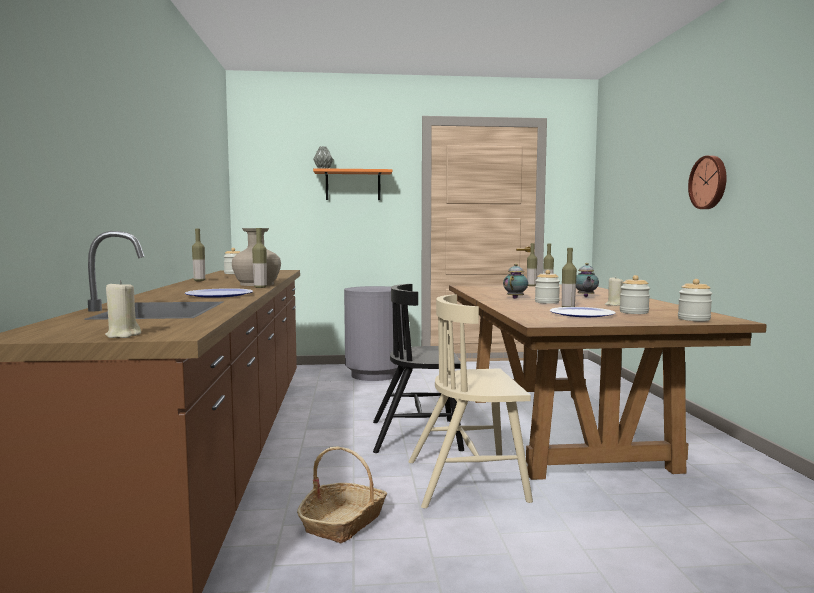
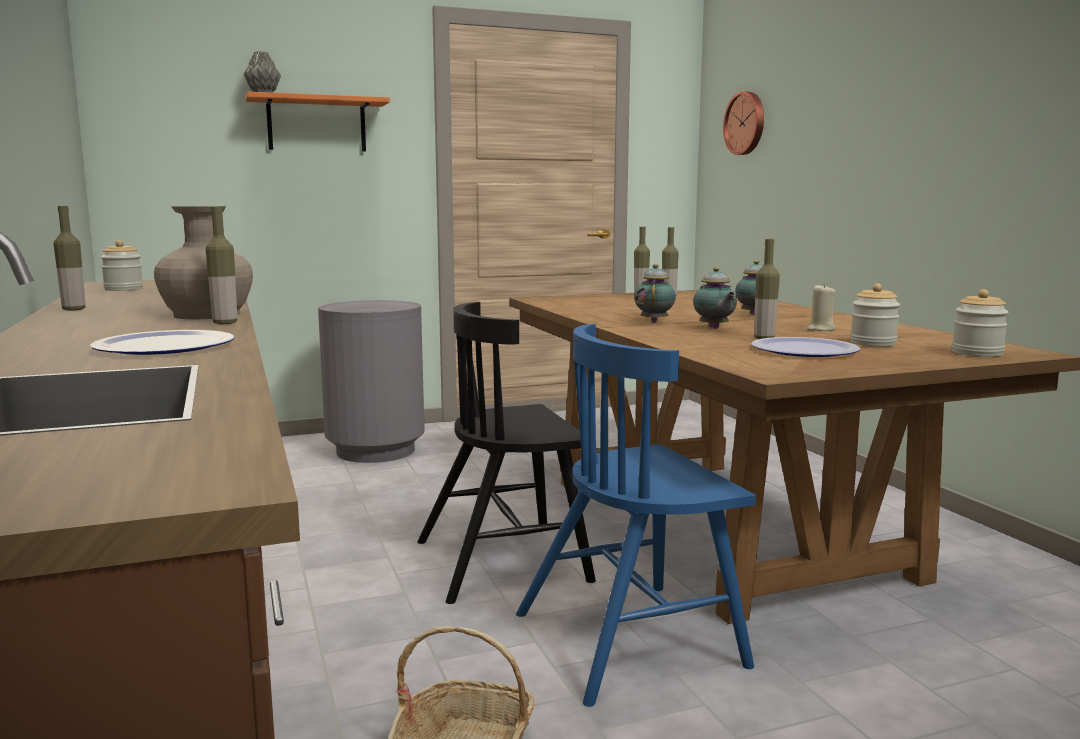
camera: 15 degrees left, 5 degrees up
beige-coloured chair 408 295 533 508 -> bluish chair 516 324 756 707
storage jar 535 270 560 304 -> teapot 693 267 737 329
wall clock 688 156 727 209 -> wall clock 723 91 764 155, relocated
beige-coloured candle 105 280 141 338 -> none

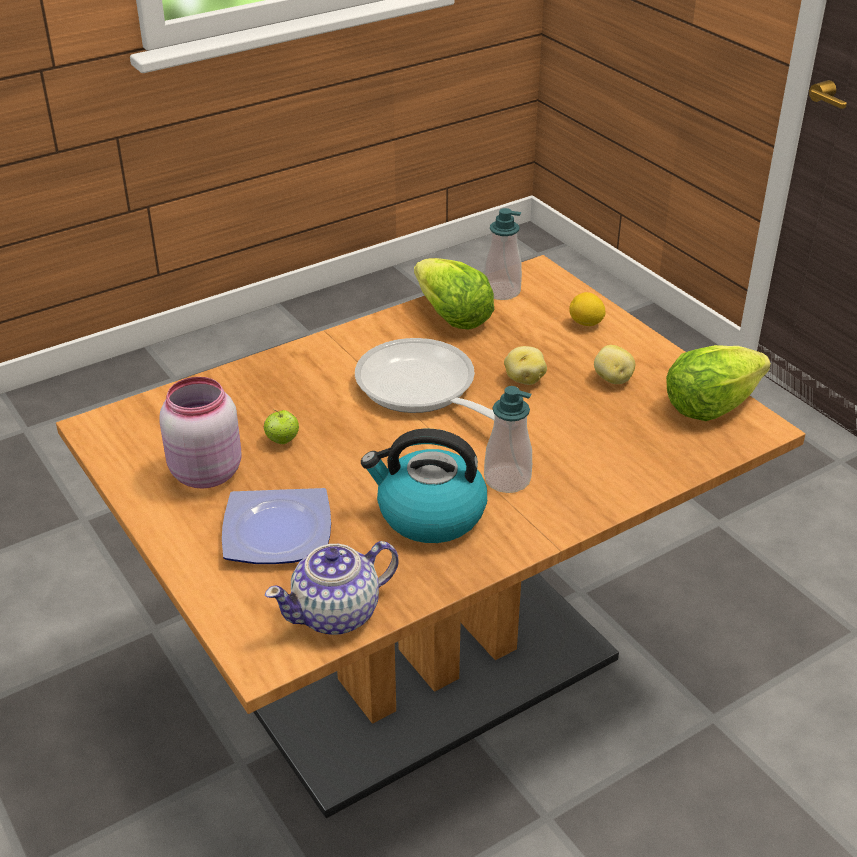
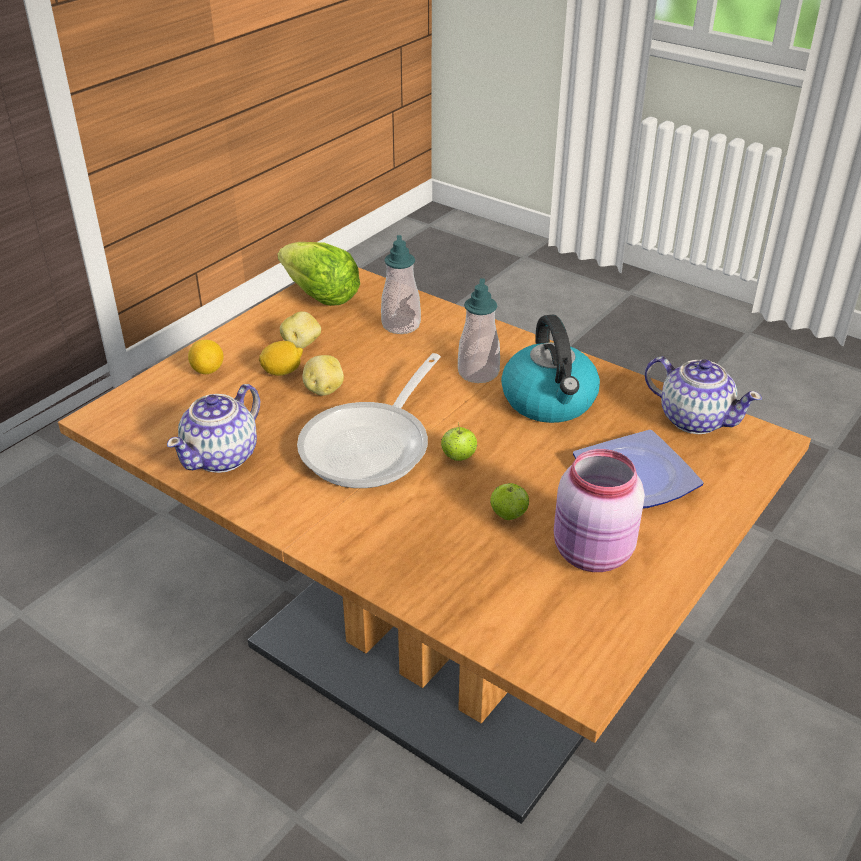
camera: 110 degrees left, 0 degrees up
head of lettuce 414 258 494 330 -> teapot 167 384 260 473
none -> citrus fruit 259 341 303 376
soap dispenser 484 208 522 300 -> soap dispenser 381 235 421 334, relocated
none -> whole apple 441 422 477 461

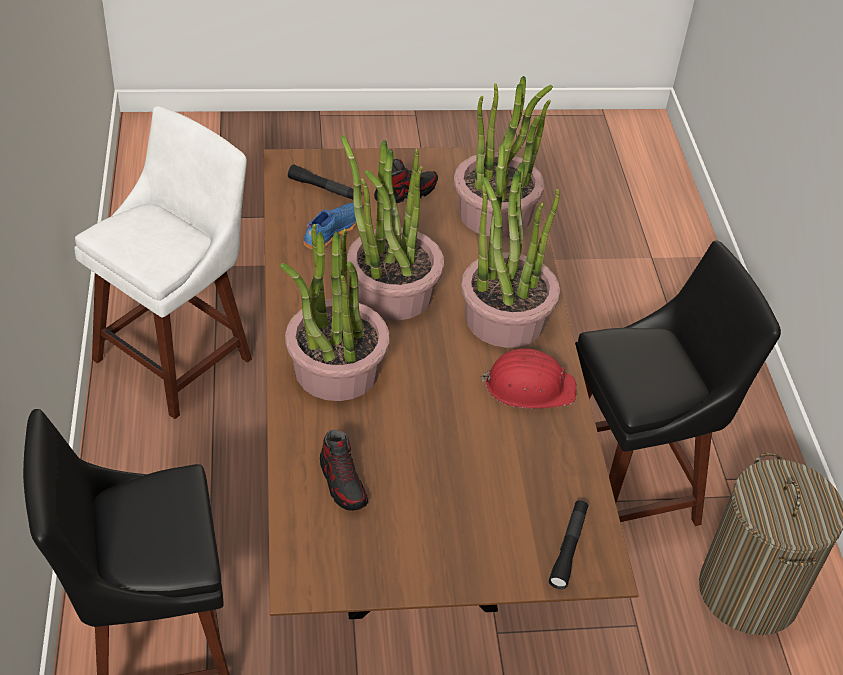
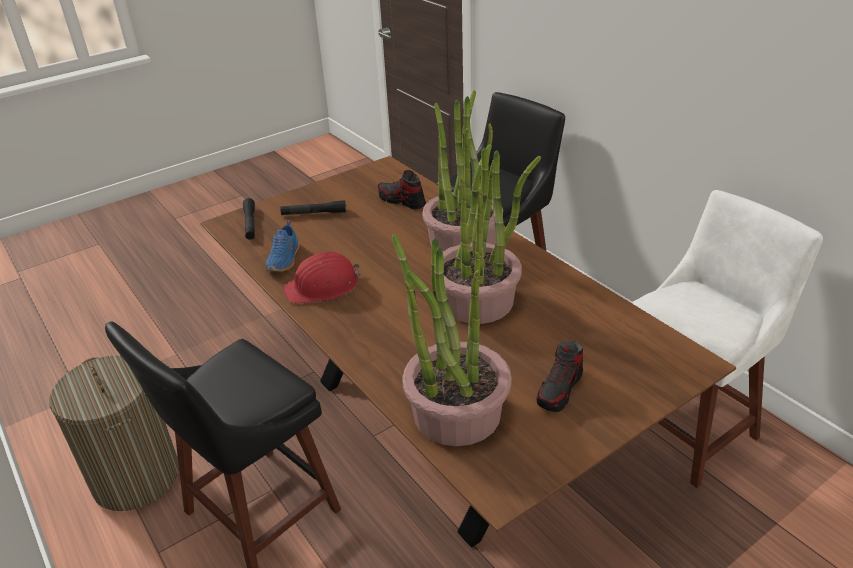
camera: 155 degrees right, 10 degrees down
bluish low shoe 304 202 357 250 -> bluish low shoe 266 220 299 271, relocated
black torch 288 164 362 200 -> black torch 280 200 346 215, relocated
white-coloured chair 74 106 252 419 -> white-coloured chair 631 190 823 488, 135 degrees counterclockwise
potted plant 461 143 560 348 -> none

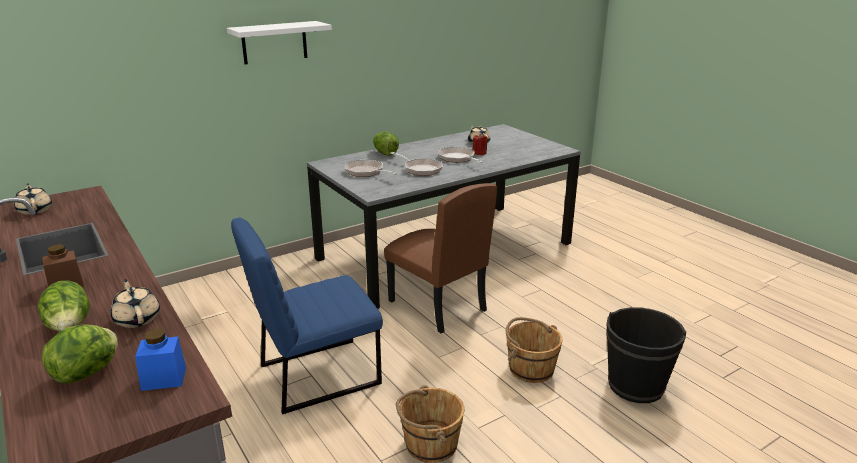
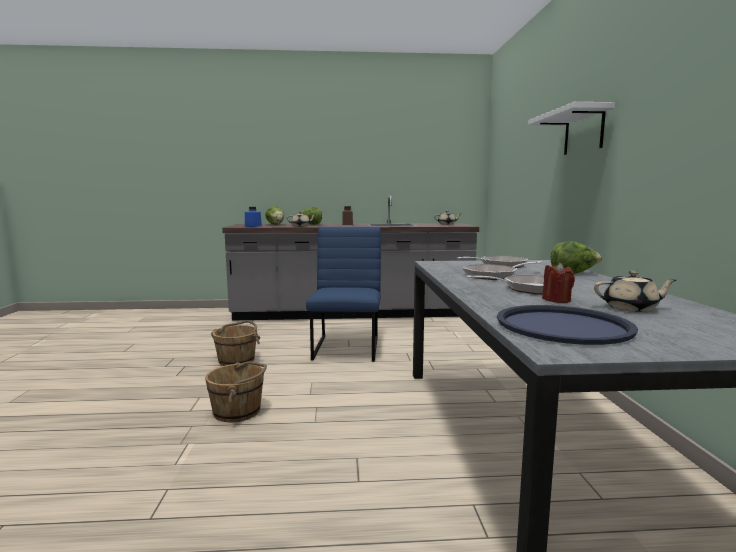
camera: 120 degrees right, 15 degrees down
none -> bluish tray 497 305 638 345
brown-coloured chair 384 183 497 334 -> none
black water bucket 606 307 686 403 -> none

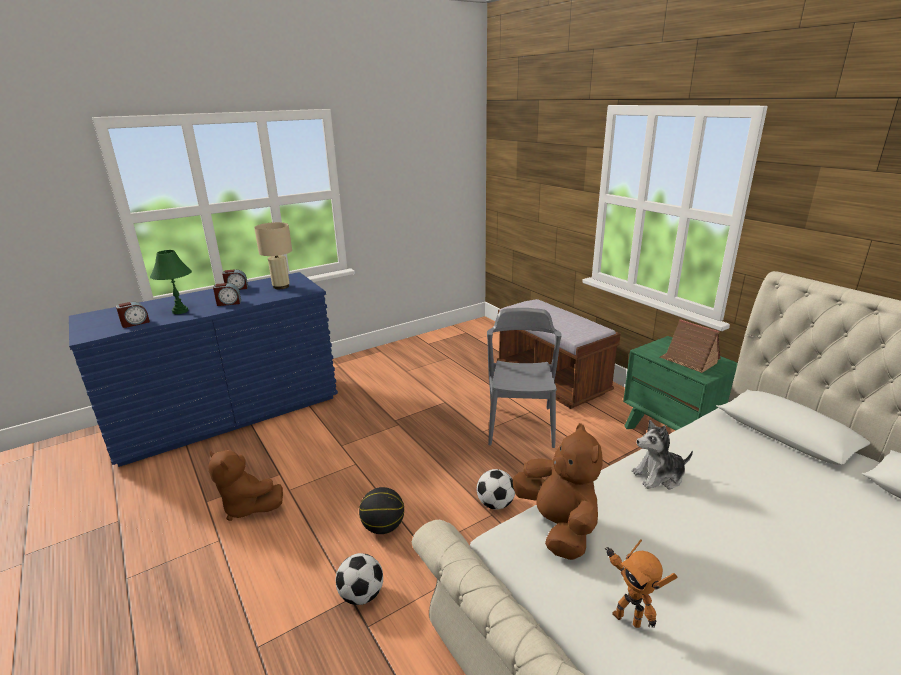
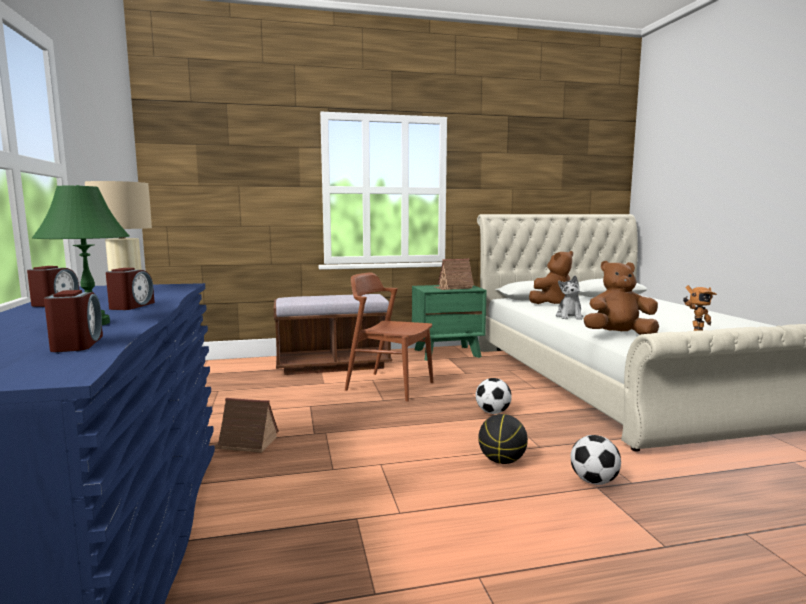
camera: 70 degrees left, 15 degrees down
none -> model house 215 398 279 453
greyish chair 487 308 562 448 -> brown-coloured chair 345 272 433 402
brown-coloured cuddly toy 208 450 283 521 -> brown-coloured cuddly toy 529 251 573 304, relocated

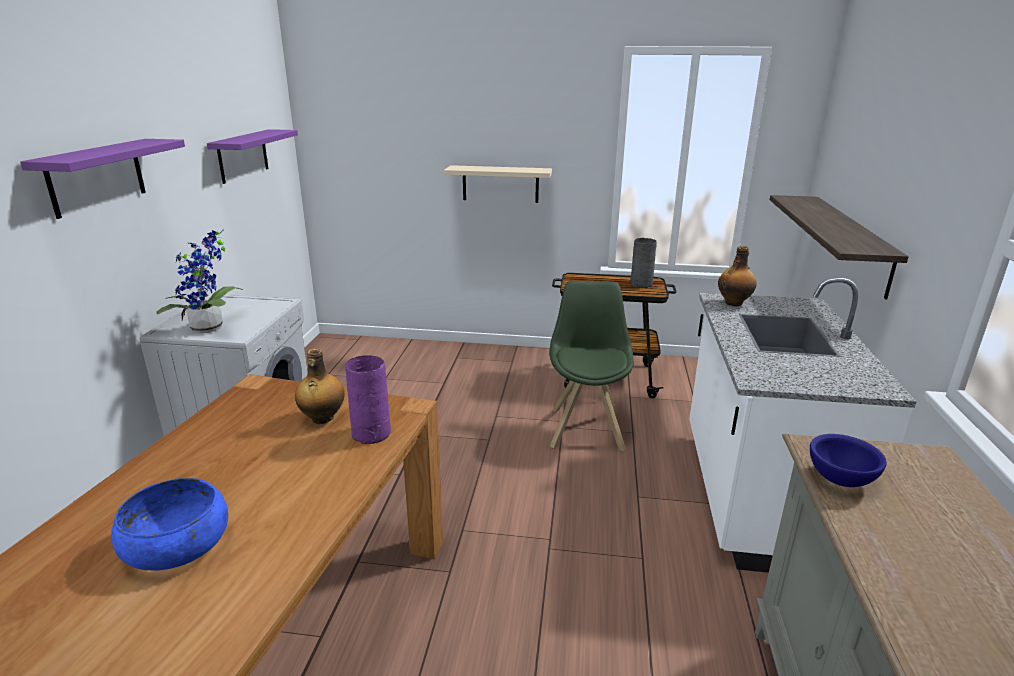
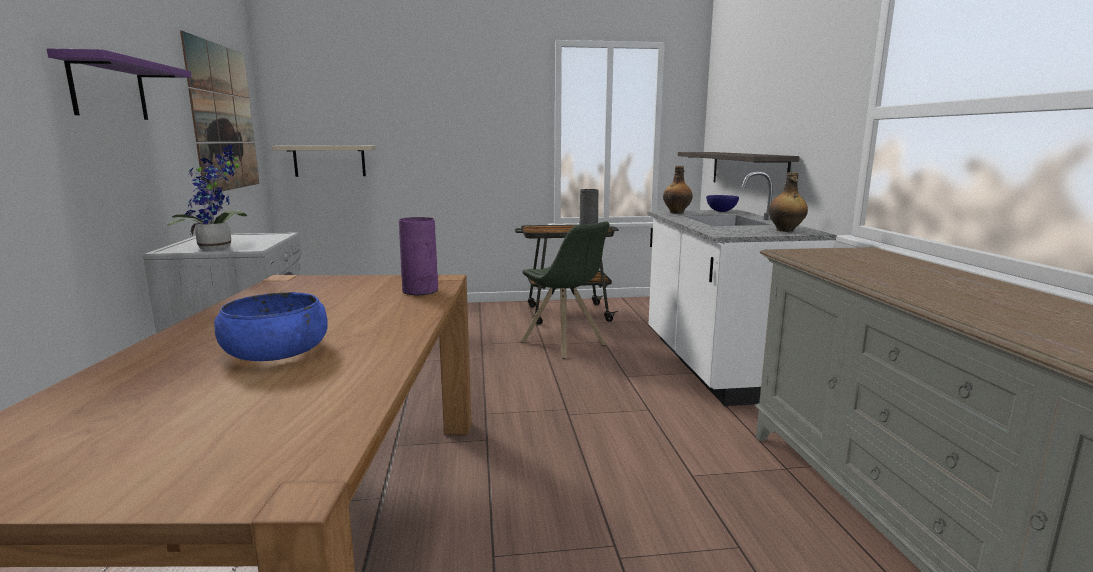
camera: 15 degrees left, 10 degrees down
purple shelf 207 129 298 184 -> wall picture 180 31 260 191
beige-coloured shelf 444 165 552 203 -> beige-coloured shelf 272 146 375 177, relocated
greenish chair 549 281 634 452 -> greenish chair 521 221 610 359, 150 degrees clockwise
bluish deep dish 810 434 887 487 -> bluish deep dish 706 195 739 212, relocated
drink bottle 295 349 345 424 -> drink bottle 769 172 808 232, relocated

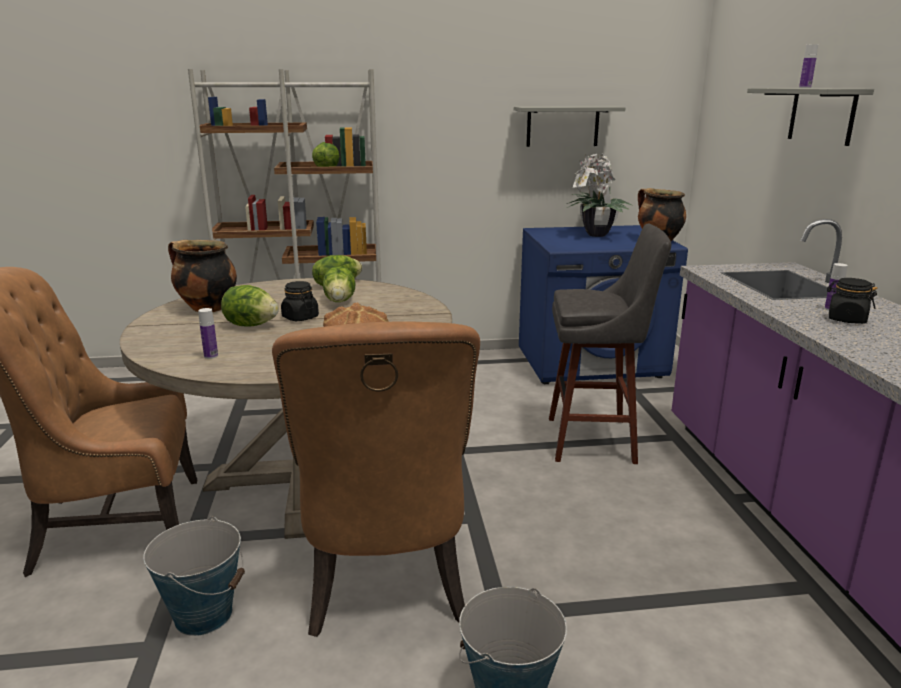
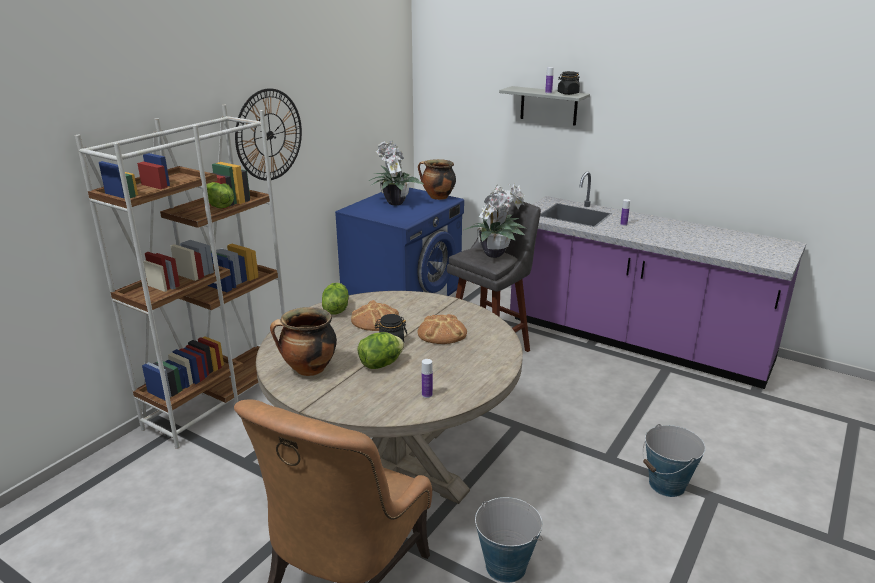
camera: 50 degrees left, 5 degrees up
none -> wall clock 235 88 302 181
head of lettuce 323 266 356 302 -> bread 351 300 399 331
none -> potted plant 464 184 526 258
black storage jar 827 278 878 324 -> black storage jar 558 71 580 95, relocated
brown-coloured chair 272 321 480 637 -> none
greyish shelf 514 106 625 147 -> none

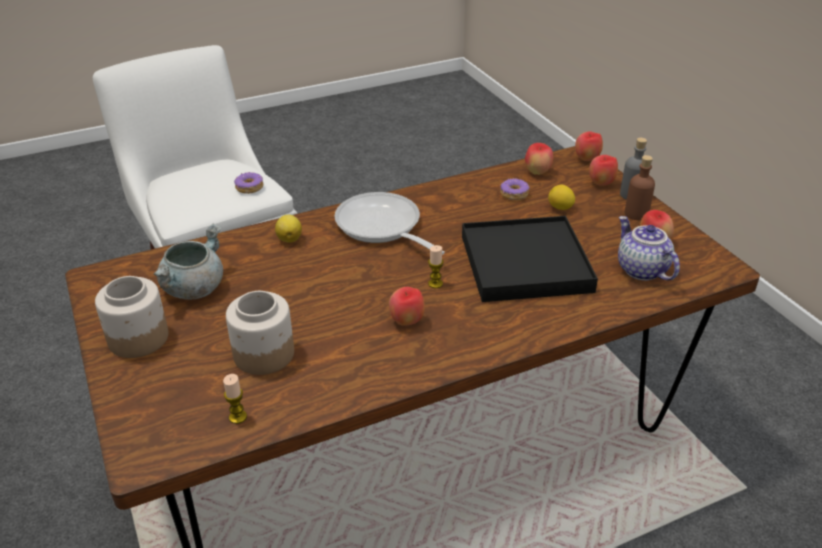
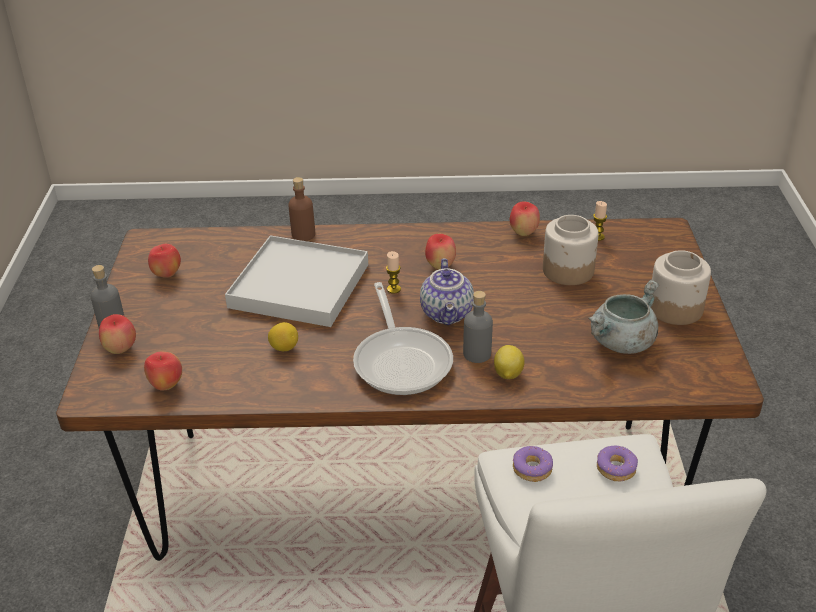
camera: 155 degrees left, 0 degrees up
black tray 462 216 598 302 -> white-coloured tray 225 235 368 327
citrus fruit 548 185 575 210 -> citrus fruit 268 322 298 351, relocated
brown-coloured drink bottle 625 155 655 220 -> brown-coloured drink bottle 288 177 315 241, relocated
teapot 618 216 680 281 -> teapot 420 258 474 325, relocated
none -> greyish drink bottle 463 291 493 363
whole apple 575 132 603 161 -> whole apple 510 202 540 236, relocated
doughnut 500 178 529 200 -> doughnut 597 446 638 482, relocated

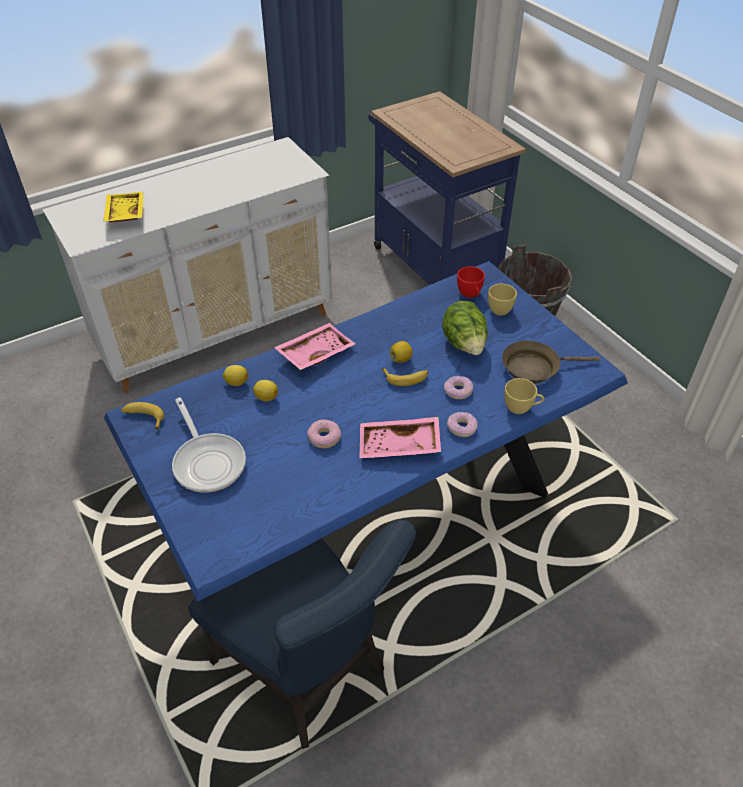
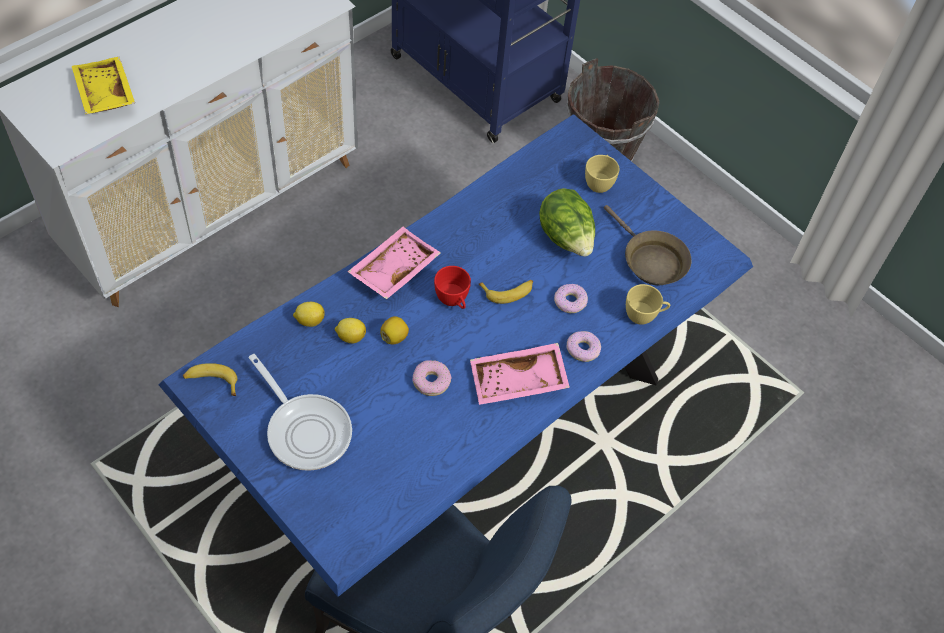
camera: 15 degrees left, 10 degrees up
citrus fruit 390 341 413 363 -> citrus fruit 380 316 409 344, relocated
reddish small cup 457 266 485 298 -> reddish small cup 434 266 471 309, relocated
brown-coloured skillet 502 340 600 384 -> brown-coloured skillet 604 205 691 285, 105 degrees counterclockwise

